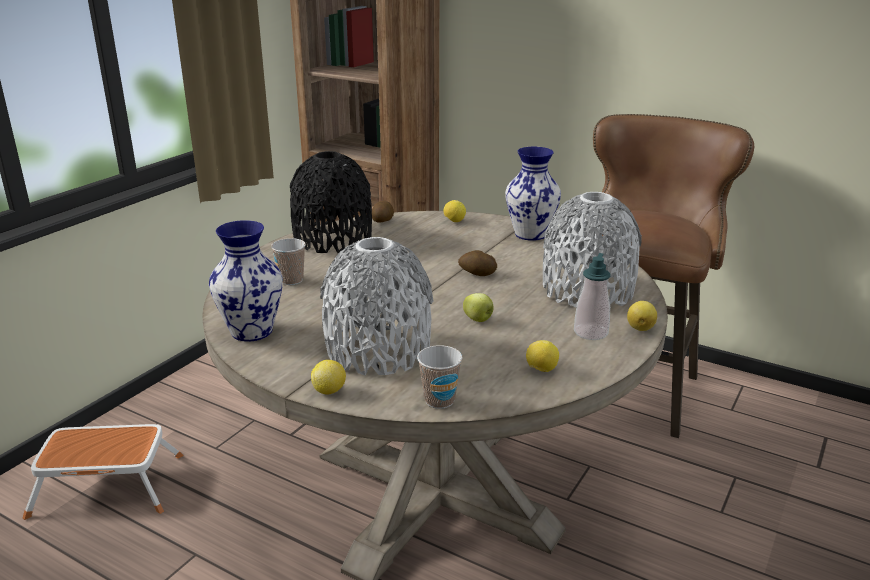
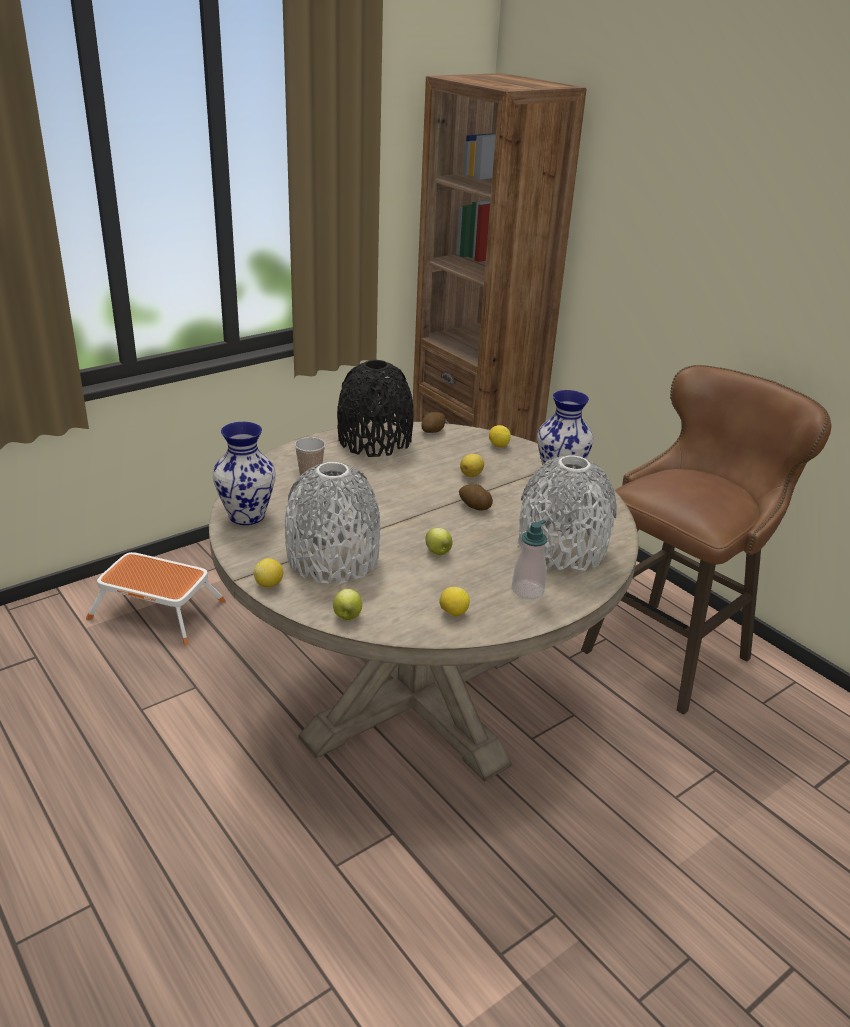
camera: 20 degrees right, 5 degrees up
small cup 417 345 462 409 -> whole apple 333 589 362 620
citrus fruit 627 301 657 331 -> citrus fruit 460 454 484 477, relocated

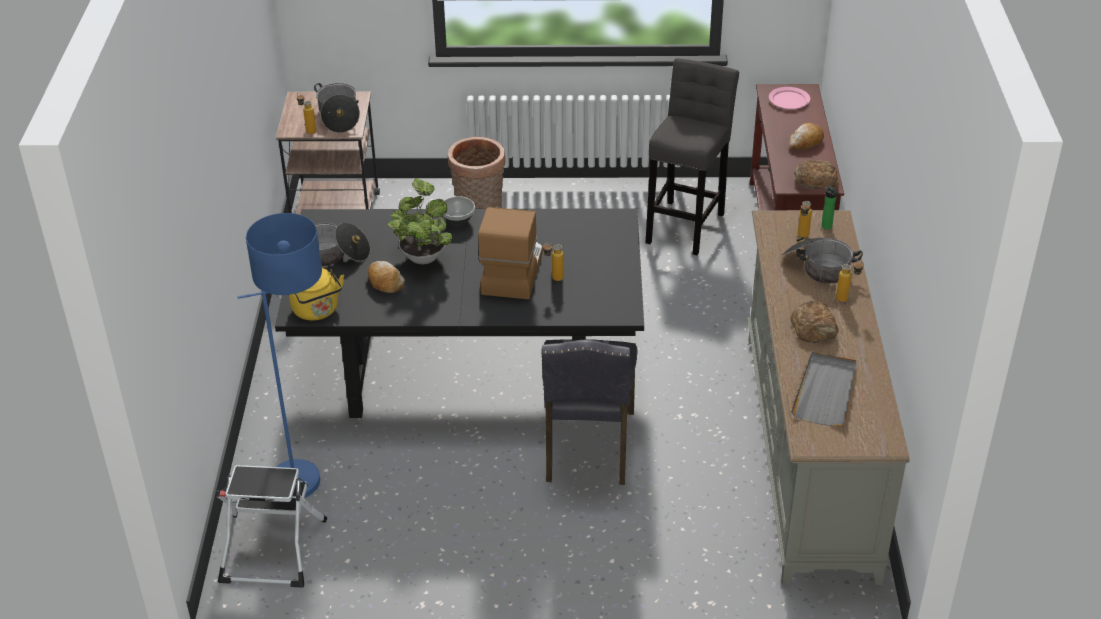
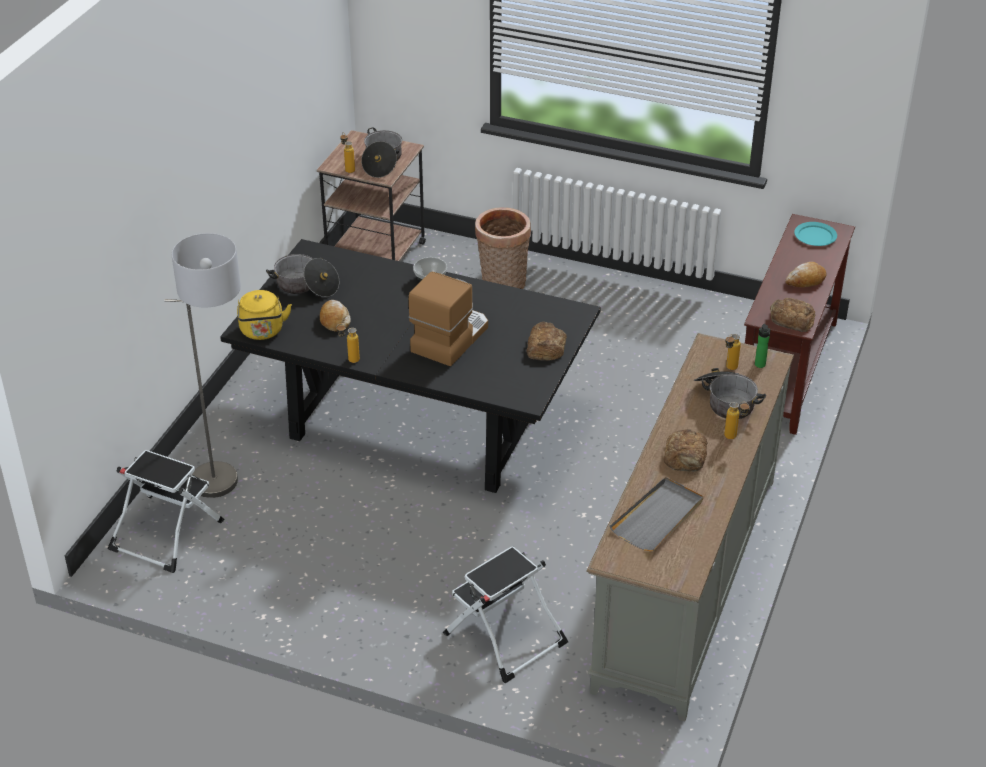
camera: 20 degrees right, 0 degrees up
bluish standard lamp 237 213 322 498 -> greyish standard lamp 164 233 241 498
drink bottle 543 242 564 281 -> drink bottle 336 324 360 363, relocated
none -> step stool 443 547 568 683
none -> bread 527 322 567 360
pink flat dish 769 87 810 109 -> turquoise-coloured flat dish 794 222 837 246
potted plant 387 178 452 264 -> none
greyish chair 541 339 638 485 -> none
greyish sitting stool 646 58 739 255 -> none

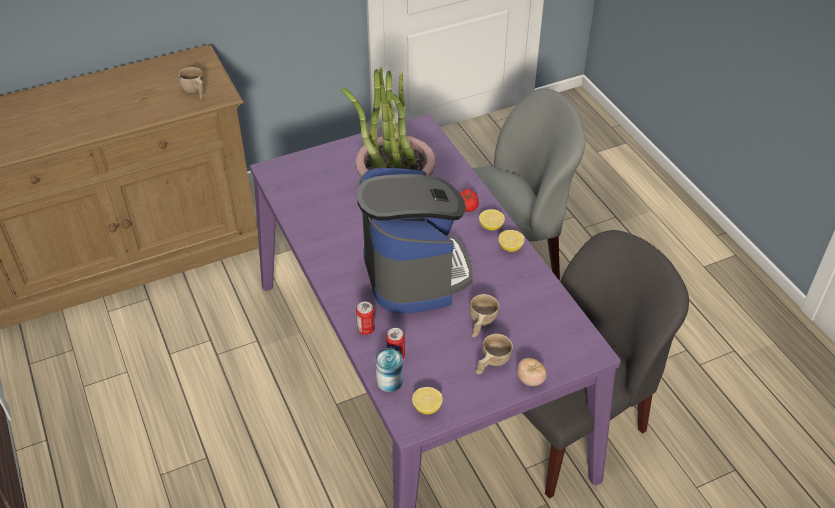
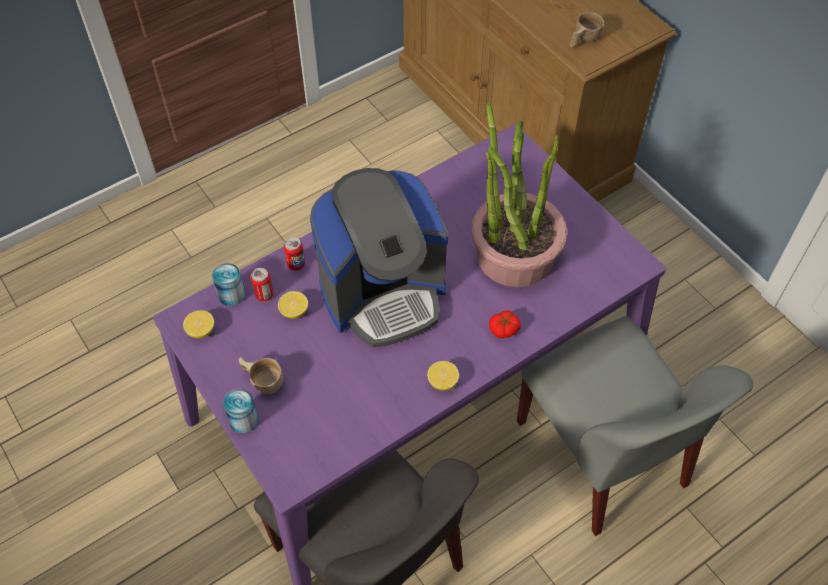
camera: 80 degrees right, 10 degrees up
whole tomato 517 358 547 386 -> metal can 223 389 258 433
citrus fruit 479 209 505 231 -> citrus fruit 278 291 308 319, relocated
beige-coloured small cup 469 294 499 337 -> none

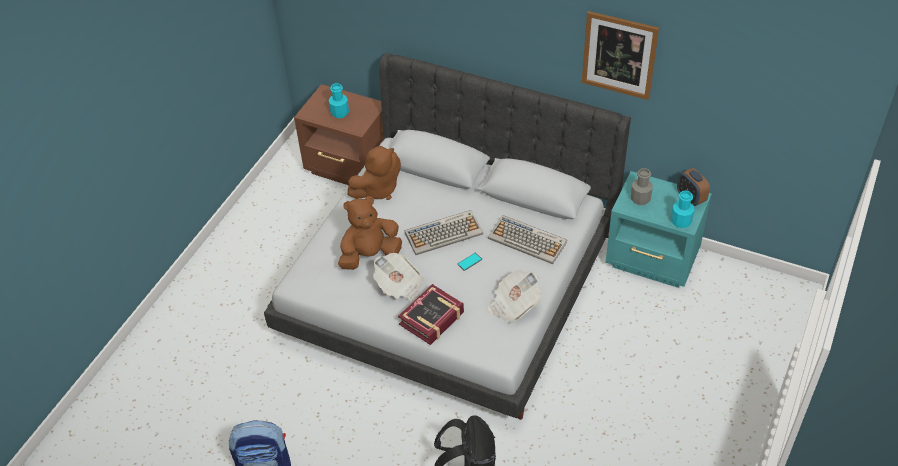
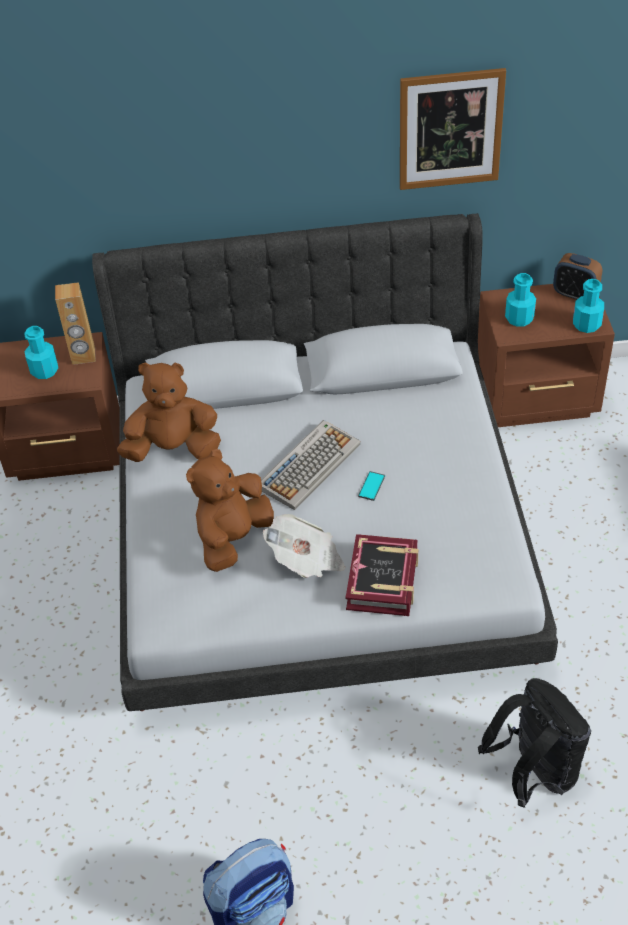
camera: 30 degrees left, 0 degrees up
none -> brown-coloured speaker 55 282 96 365
brown-coloured cuddly toy 348 146 401 200 -> brown-coloured cuddly toy 117 362 221 462, 120 degrees counterclockwise
turquoise-coloured nightstand 606 171 712 288 -> brown-coloured nightstand 478 284 615 427
greyish drink bottle 630 168 653 205 -> turquoise-coloured drink bottle 505 273 536 327
PC keyboard 488 215 567 264 -> none
daily paper 488 270 541 323 -> none

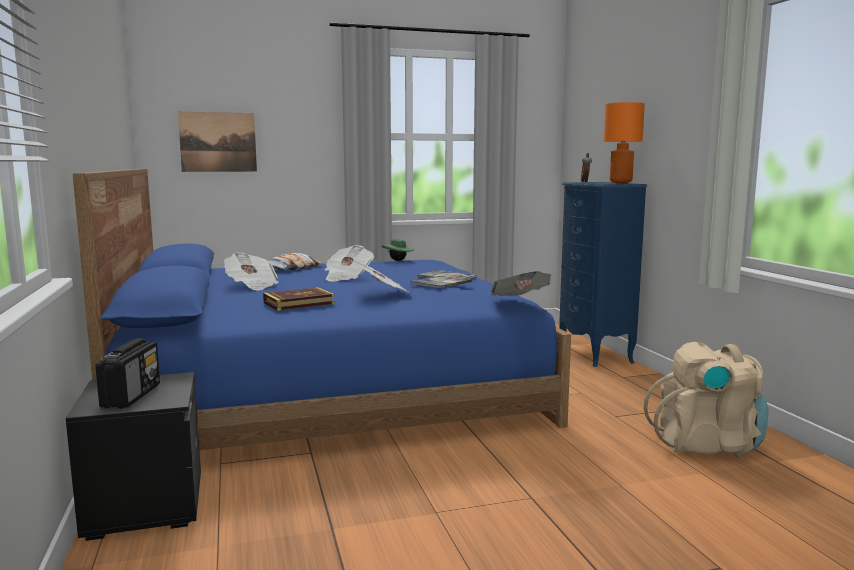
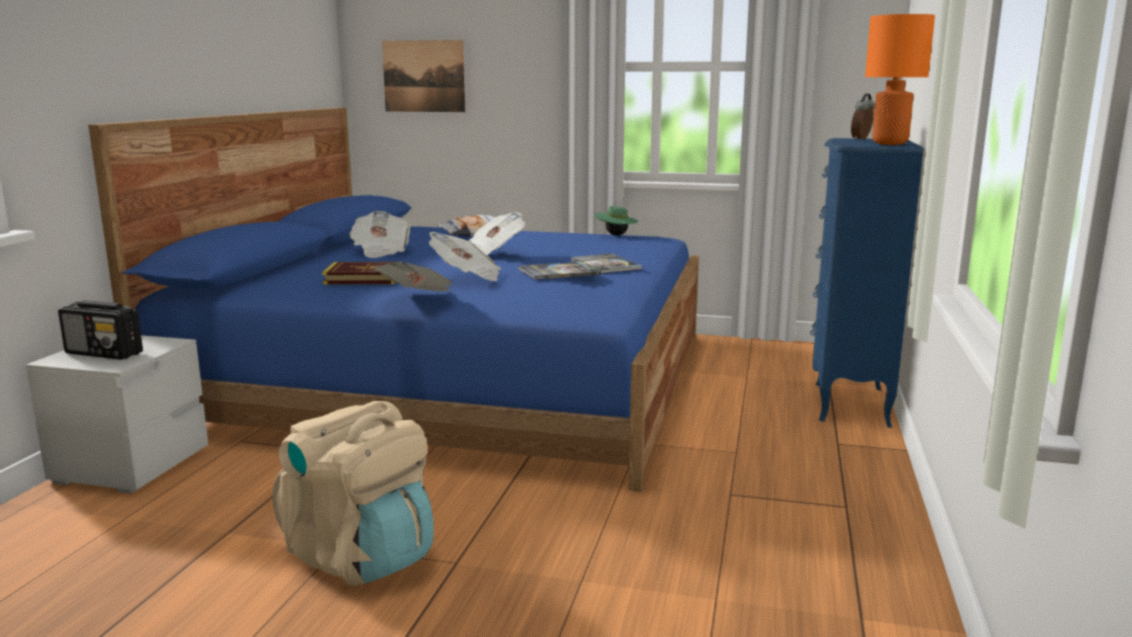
camera: 30 degrees right, 5 degrees up
black nightstand 66 372 201 541 -> white-coloured nightstand 26 335 208 493
radio set 96 338 160 409 -> radio set 58 300 143 360, 75 degrees clockwise
beige-coloured backpack 644 342 768 457 -> beige-coloured backpack 272 401 433 586, relocated
daily paper 491 271 551 296 -> daily paper 373 262 453 291, relocated

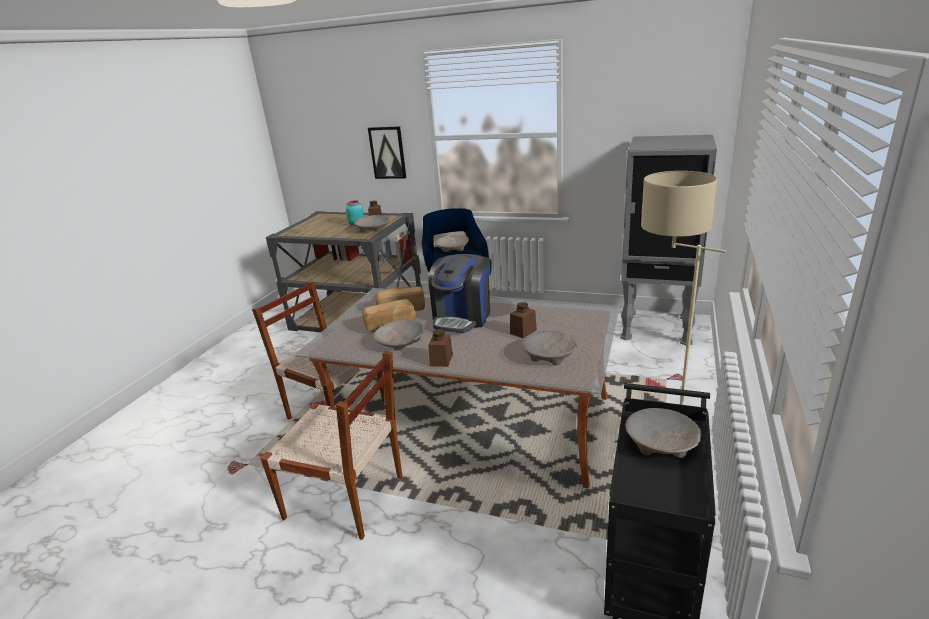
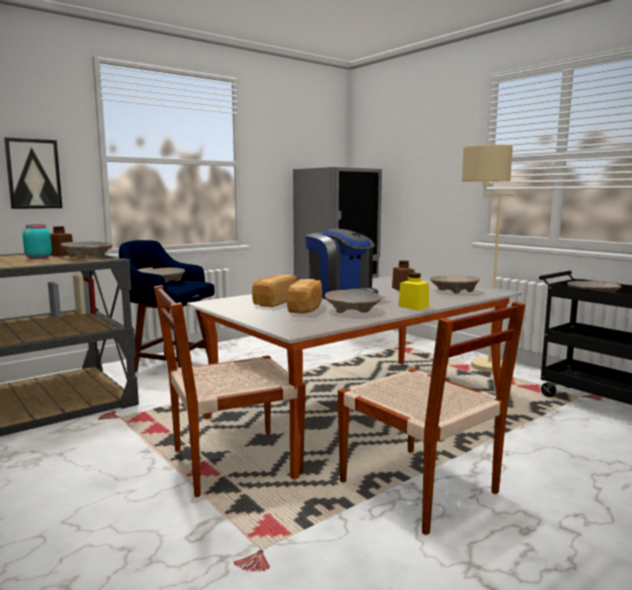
camera: 60 degrees left, 15 degrees down
chair 261 351 402 540 -> chair 338 302 526 535, 90 degrees clockwise
brown-coloured storage jar 428 329 453 367 -> yellow storage jar 398 273 429 310

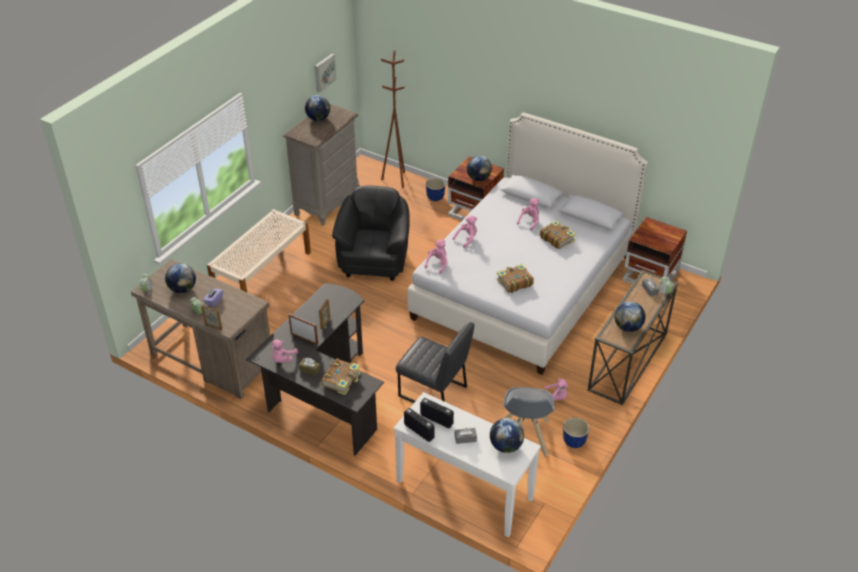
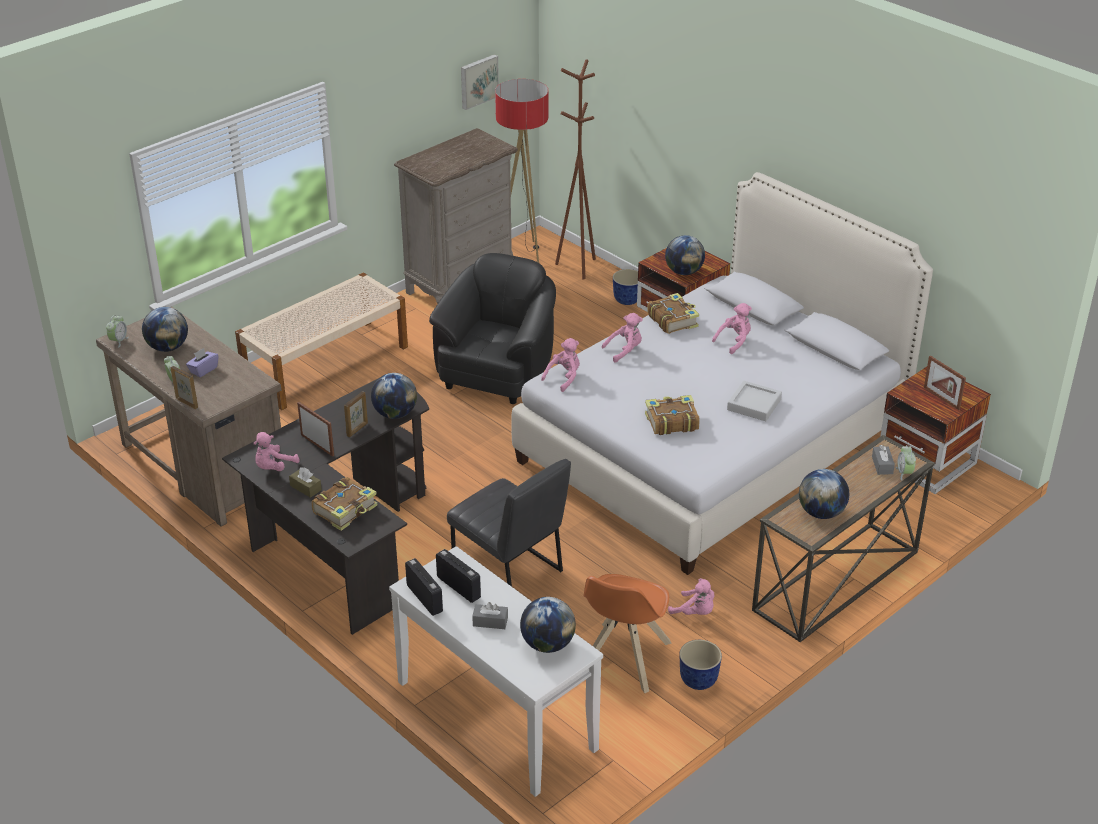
camera: 15 degrees right, 5 degrees down
desk globe 305 95 330 121 -> desk globe 371 373 417 419, relocated
none -> standard lamp 495 79 548 263
greyish chair 503 387 554 457 -> orange chair 584 574 672 693
book 540 220 576 249 -> book 647 293 699 334, relocated
none -> greyish tray 727 381 782 421
none -> picture frame 924 356 966 410

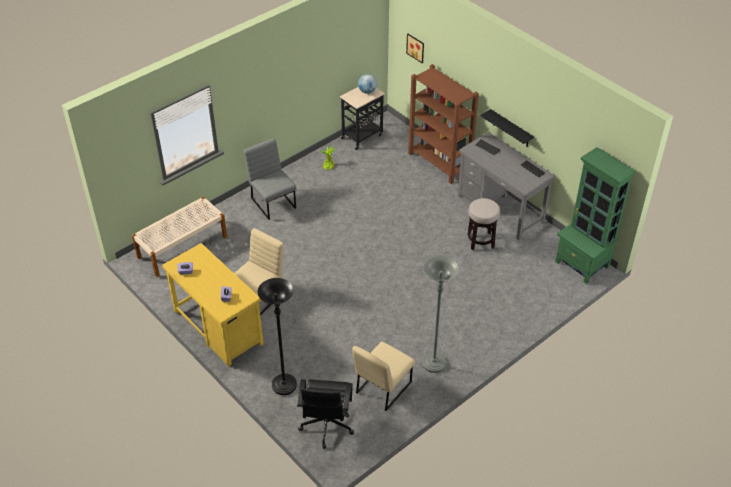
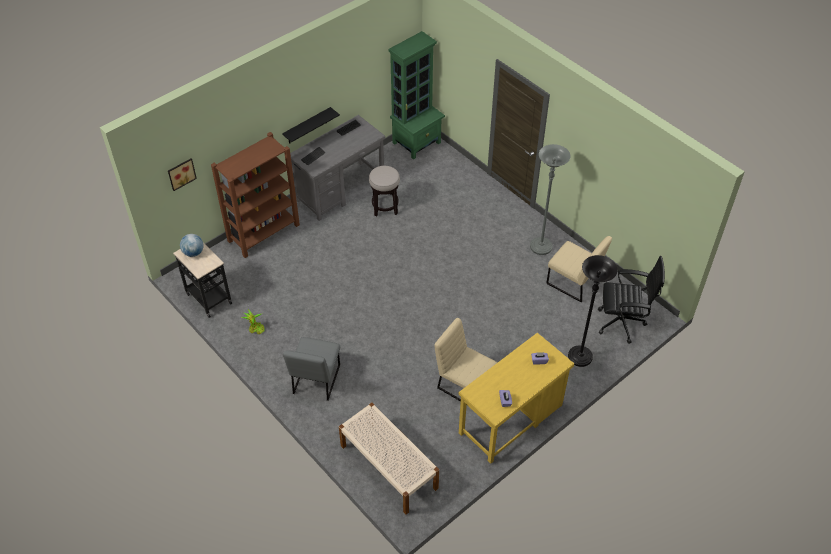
camera: 90 degrees left, 5 degrees up
greyish chair 244 138 296 220 -> greyish chair 283 337 340 401, 45 degrees counterclockwise

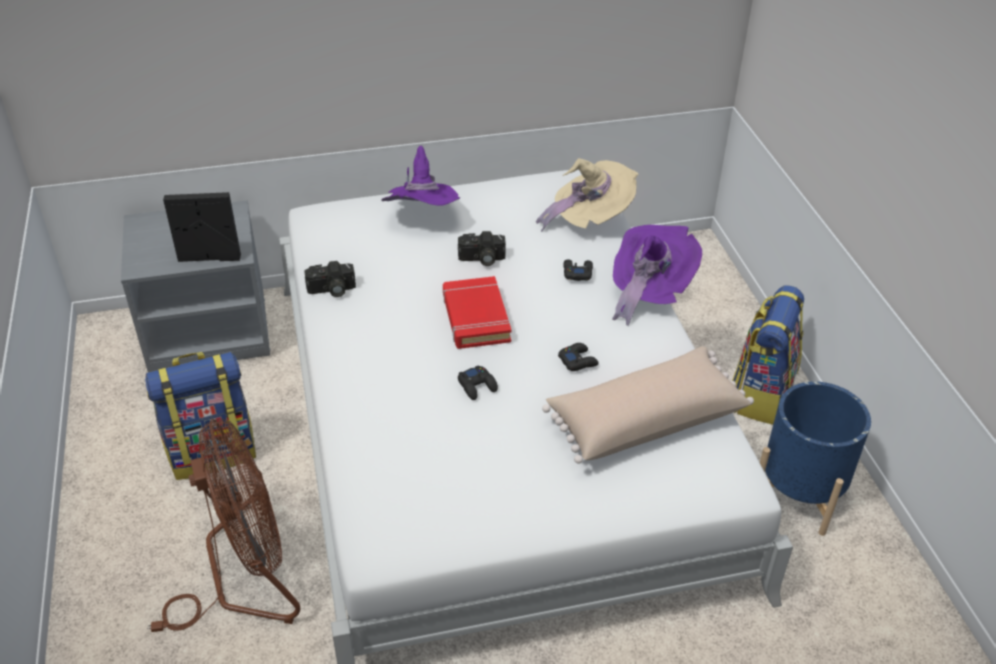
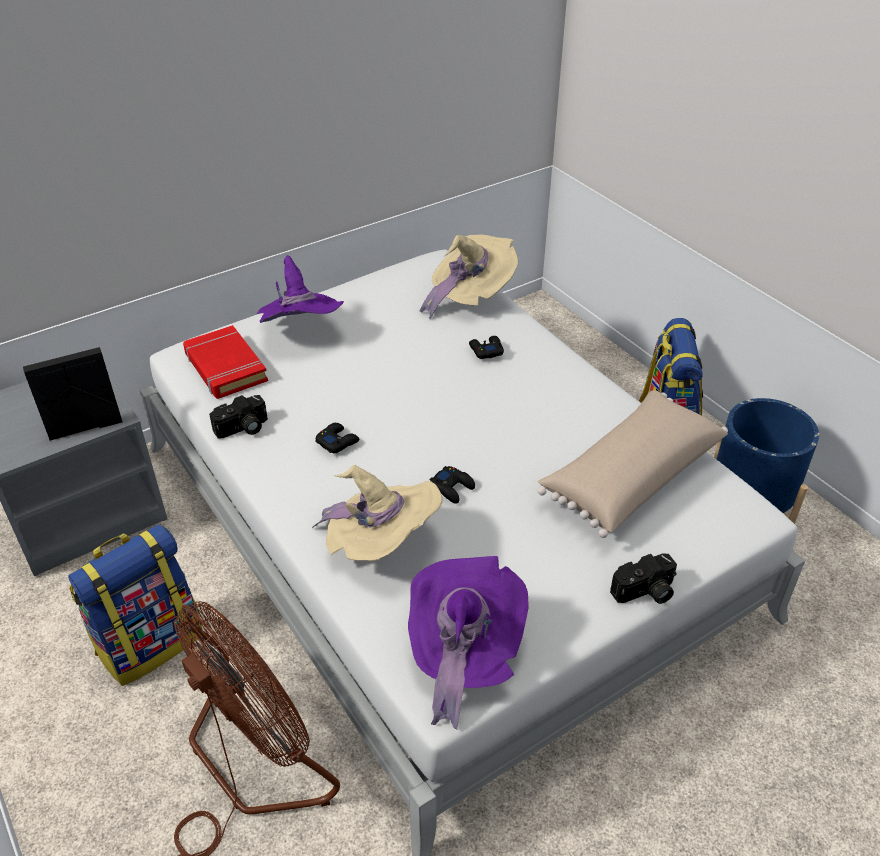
camera: 20 degrees left, 0 degrees up
reddish book 443 276 512 349 -> reddish book 183 325 268 399, relocated
none -> beige-coloured wearable hat 312 465 443 561
black joypad 558 343 599 371 -> black joypad 315 423 359 453, relocated
purple wearable hat 612 225 702 326 -> purple wearable hat 408 556 528 729, relocated
photo camera 458 231 506 266 -> photo camera 610 554 677 604, relocated

